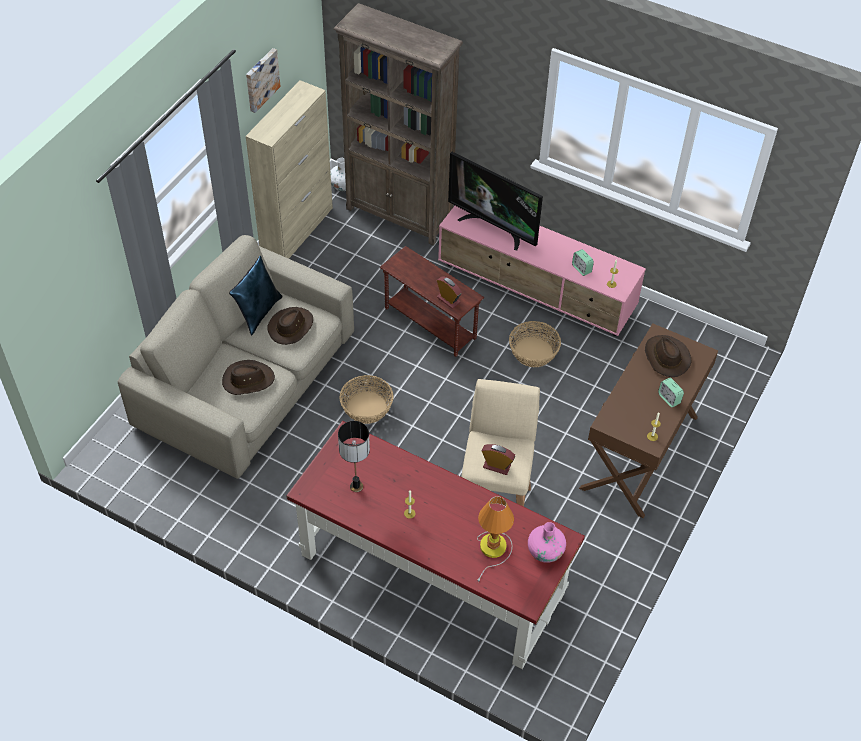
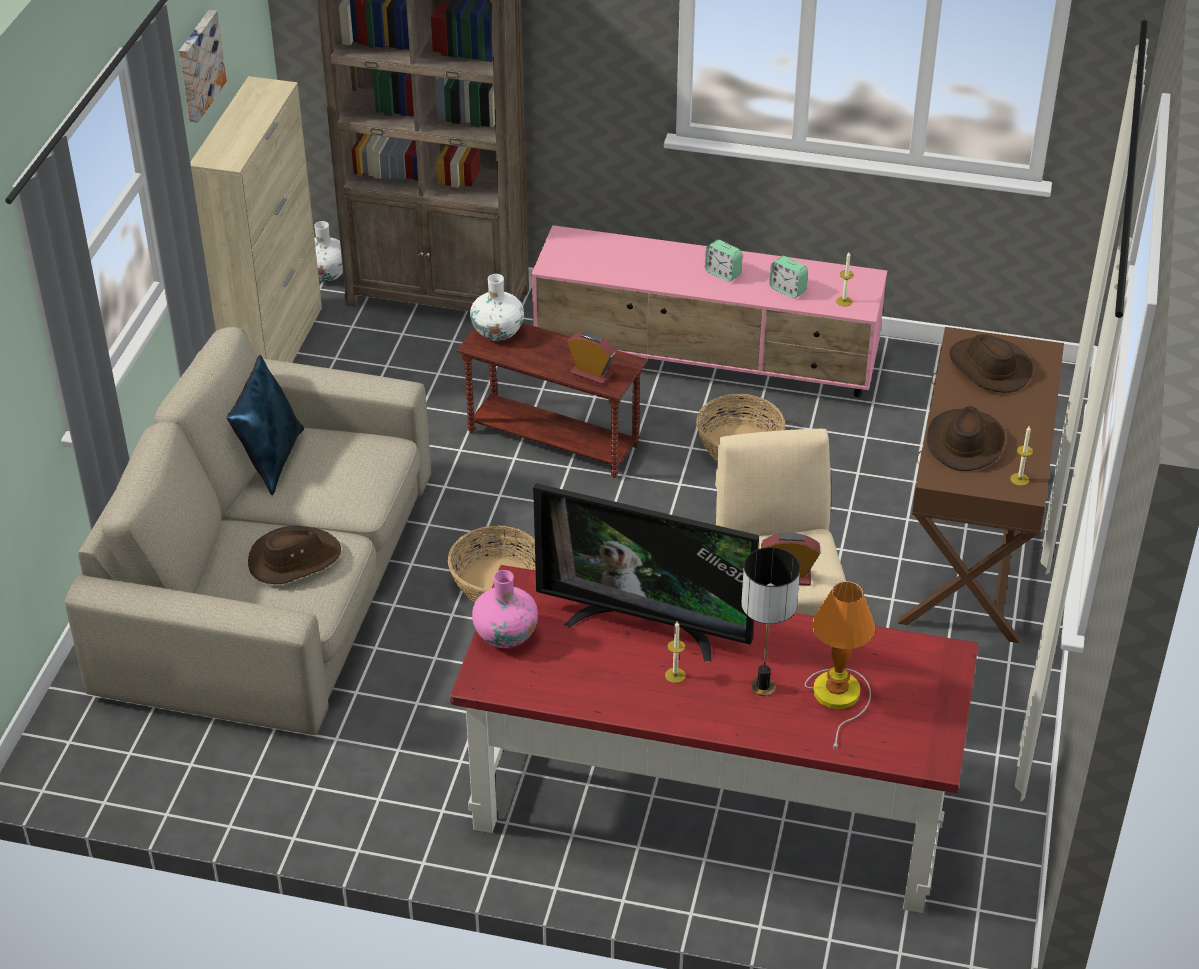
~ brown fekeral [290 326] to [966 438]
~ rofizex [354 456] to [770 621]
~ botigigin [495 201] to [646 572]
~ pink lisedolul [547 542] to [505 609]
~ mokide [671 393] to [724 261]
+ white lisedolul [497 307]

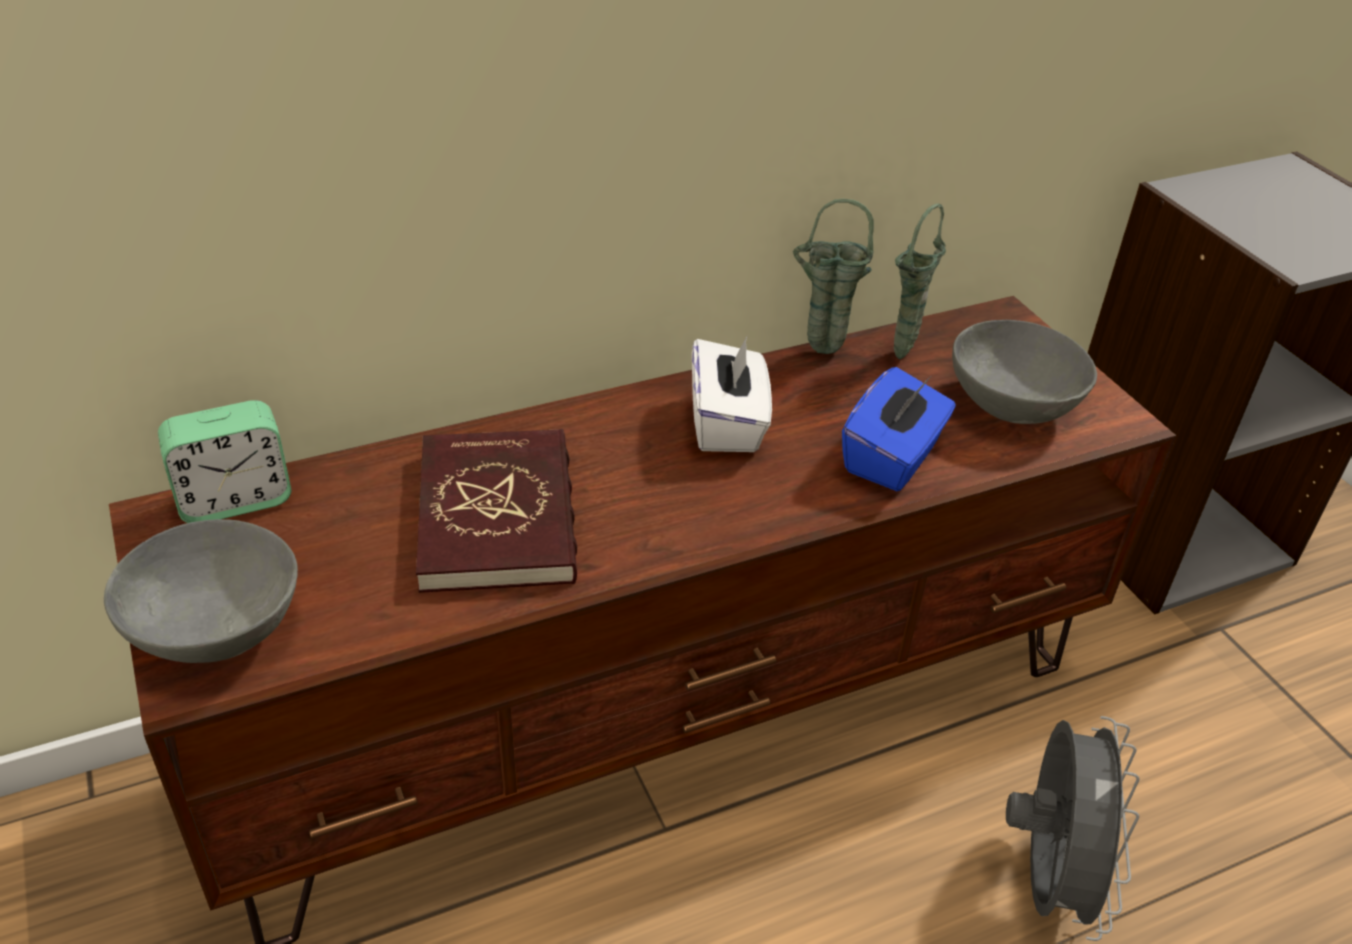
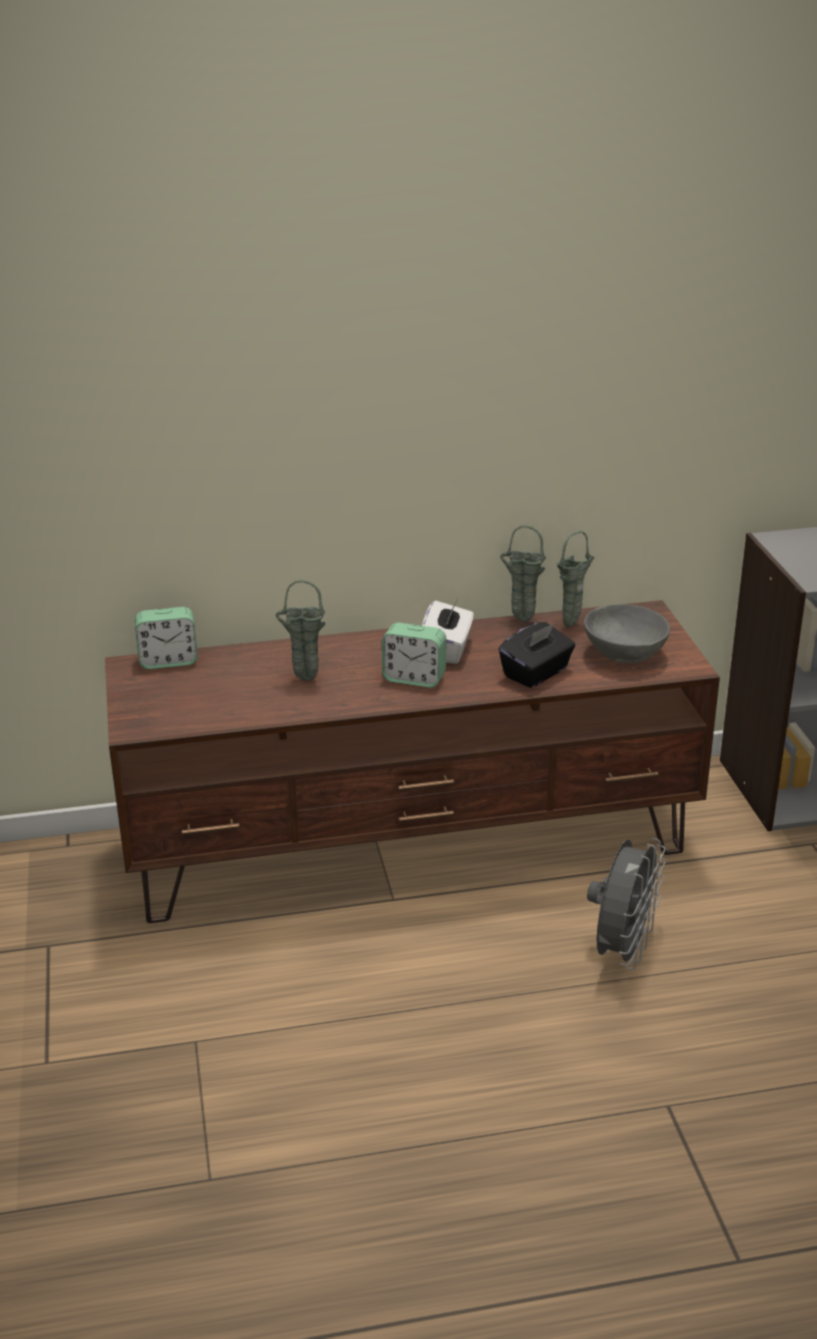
- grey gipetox [201 591]
~ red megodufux [496 511] to green lisedolul [301 630]
~ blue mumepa [899 429] to black mumepa [537 655]
+ mokide [414 655]

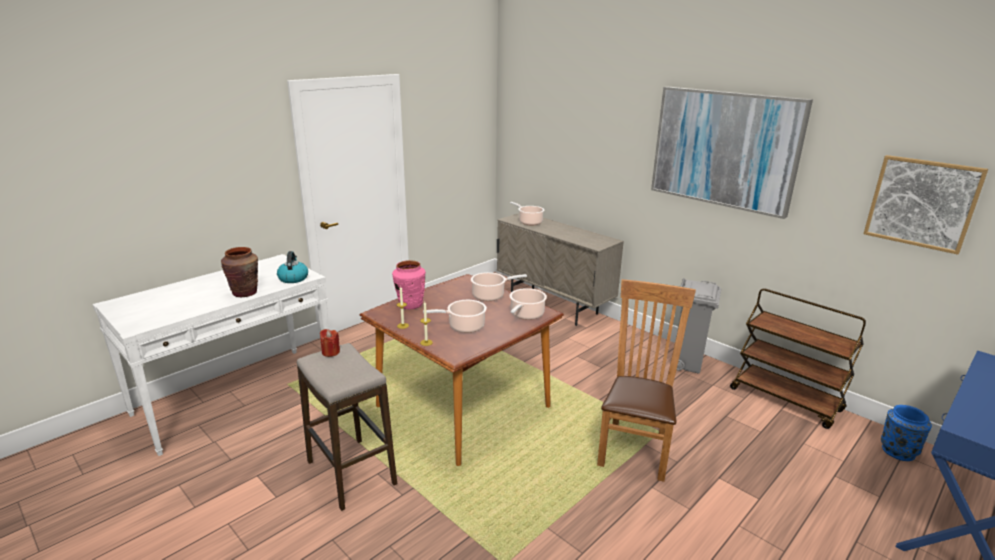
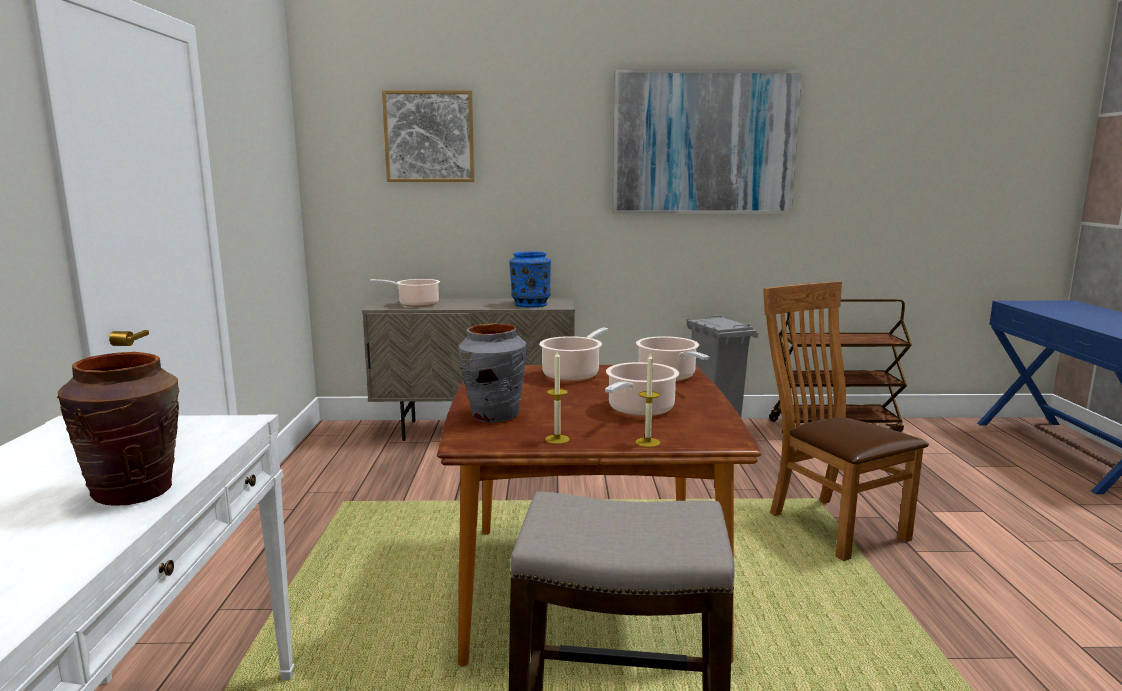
- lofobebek [292 267]
- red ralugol [330 343]
~ pink lisedolul [409 285] to grey lisedolul [492 372]
~ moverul [925 205] to [428 136]
~ blue lisedolul [906 433] to [530 279]

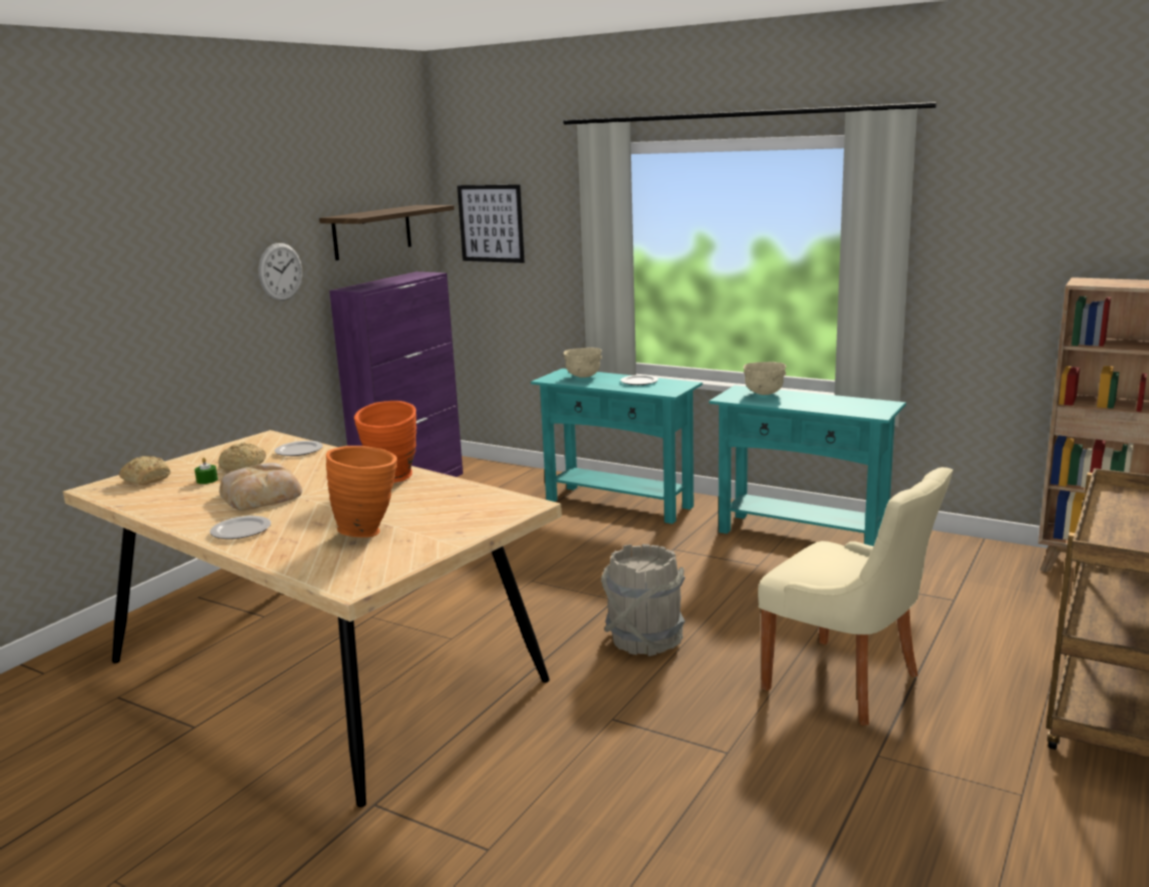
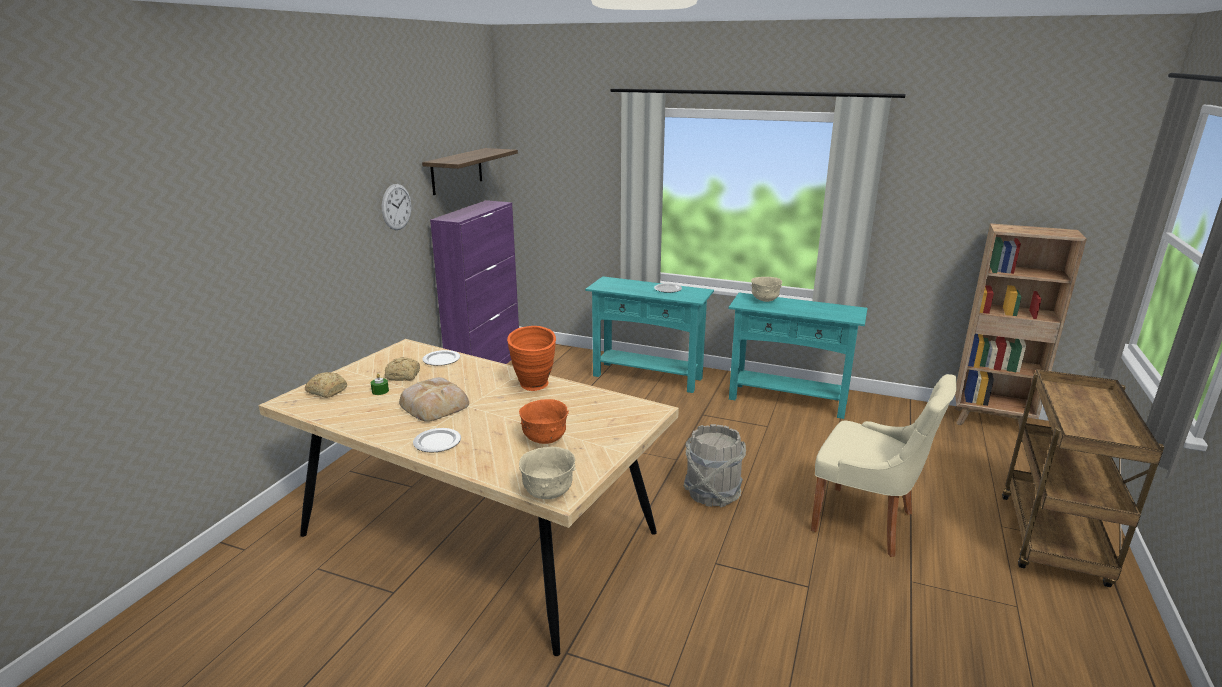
~ orange lisedolul [361 491] to orange gipetox [544 421]
- moverul [491 224]
~ beige gipetox [583 362] to [547 473]

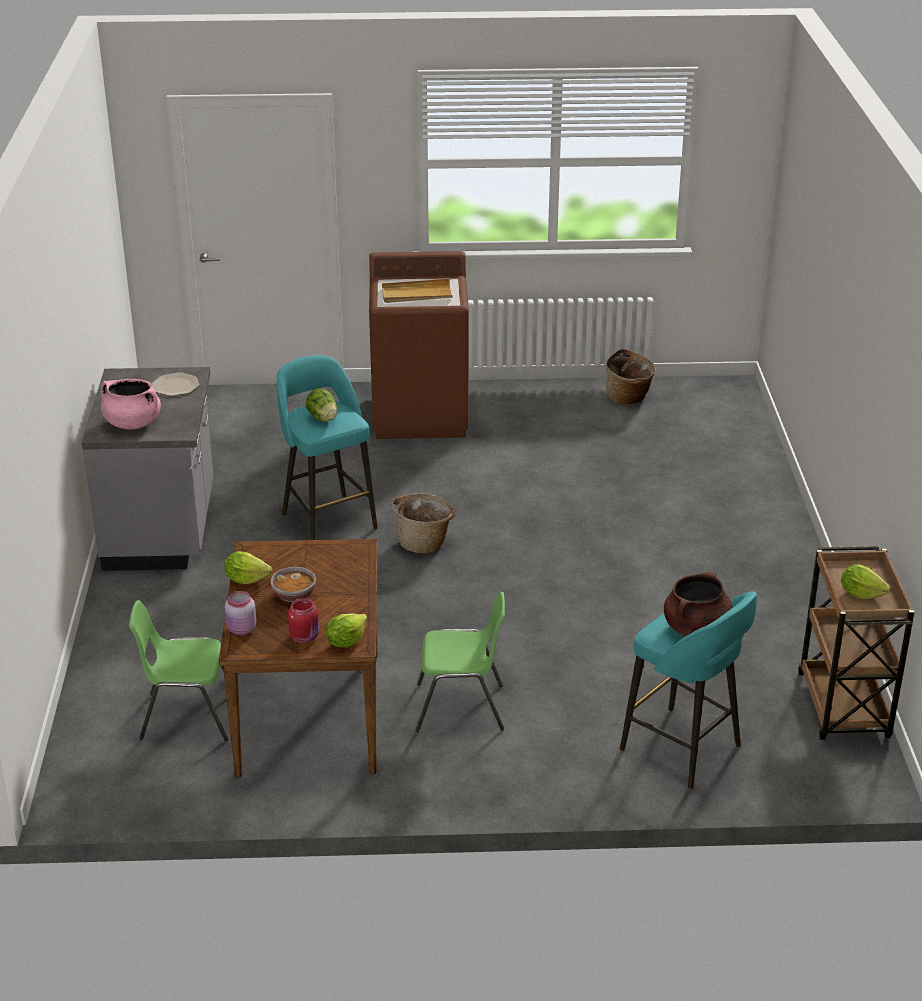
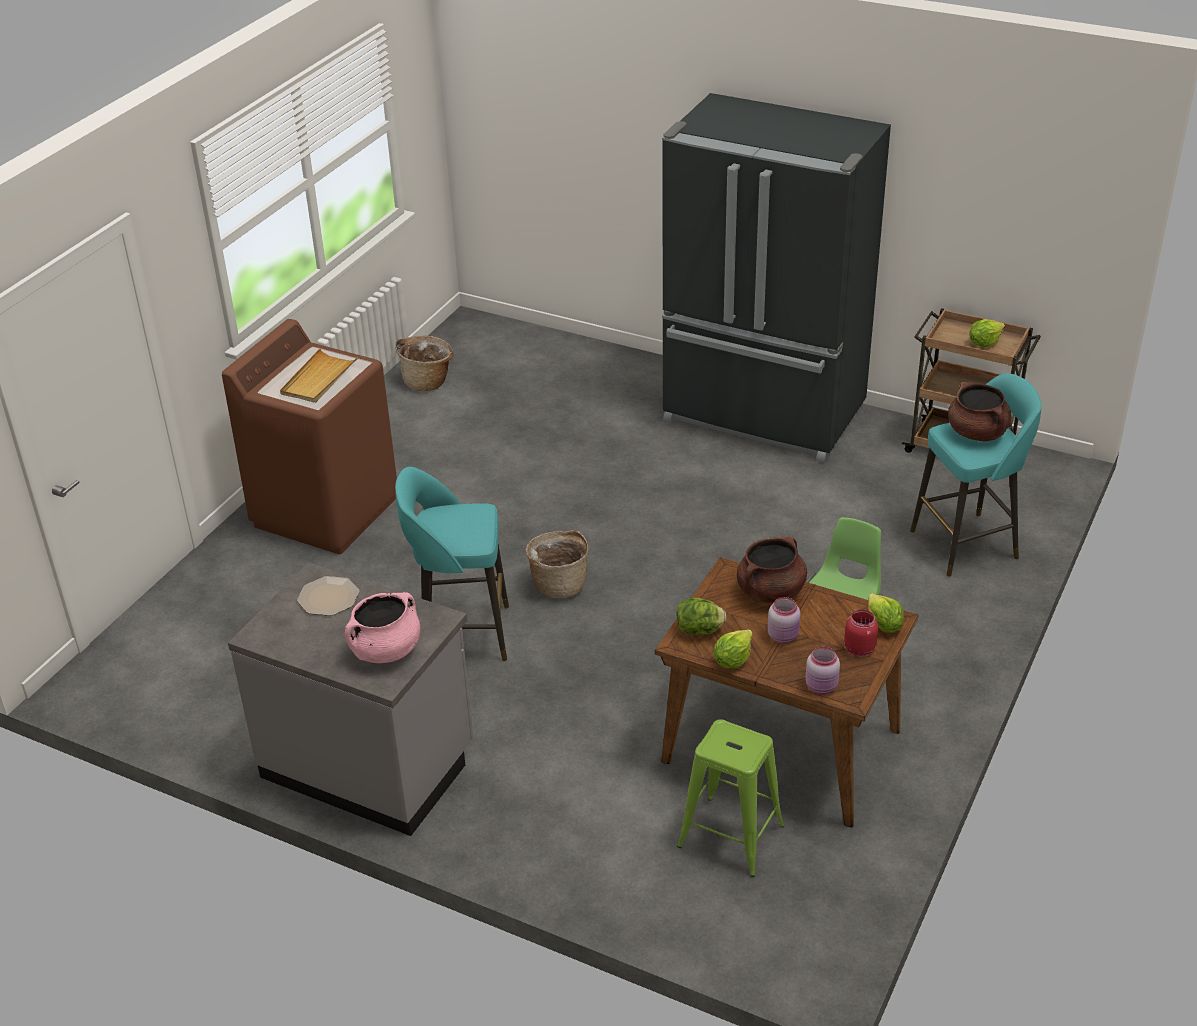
~ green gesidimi [179 670] to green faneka [730 798]
~ gipetox [293 584] to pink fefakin [784 620]
~ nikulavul [321 404] to [701 616]
+ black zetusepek [776 278]
+ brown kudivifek [772 569]

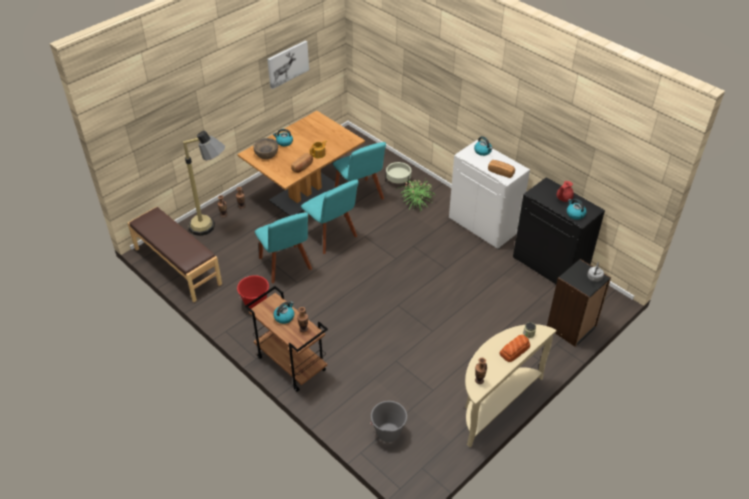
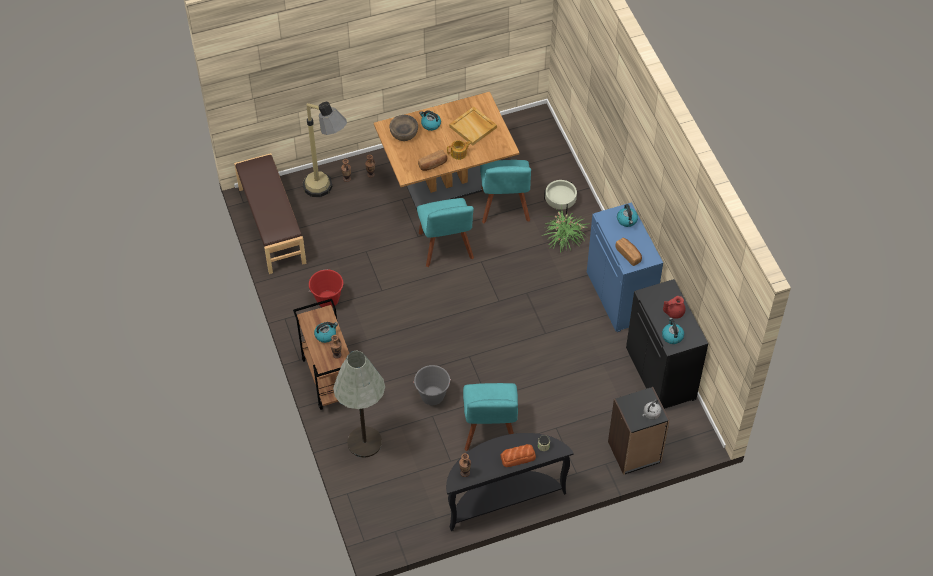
~ turquoise gesidimi [283 247] to [490 417]
- moverul [288 64]
~ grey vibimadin [388 421] to [432 385]
~ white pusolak [489 194] to blue pusolak [625 267]
~ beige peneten [511 385] to black peneten [510 482]
+ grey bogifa [359 404]
+ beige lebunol [473 126]

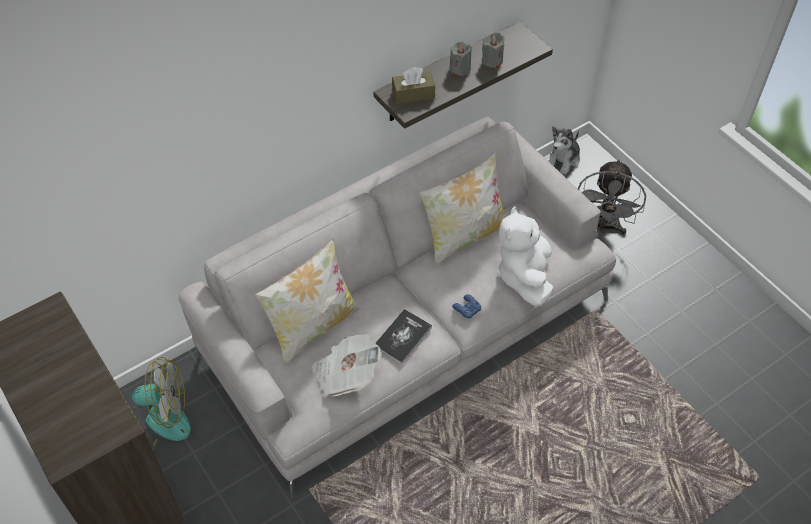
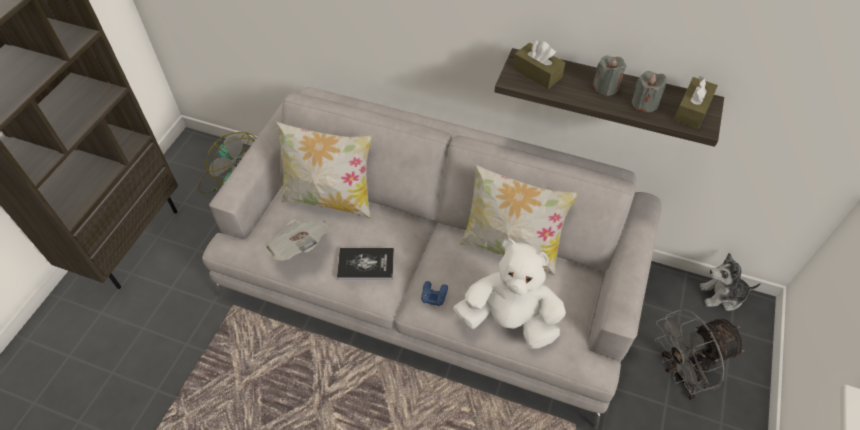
~ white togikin [525 256] = [509 294] 45 degrees clockwise
+ brown mumepa [696 102]

